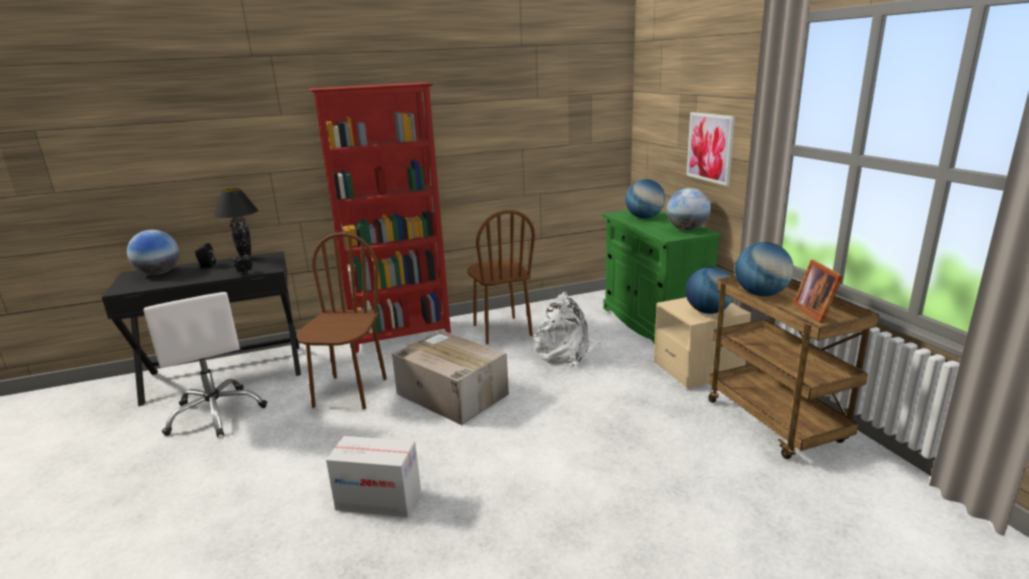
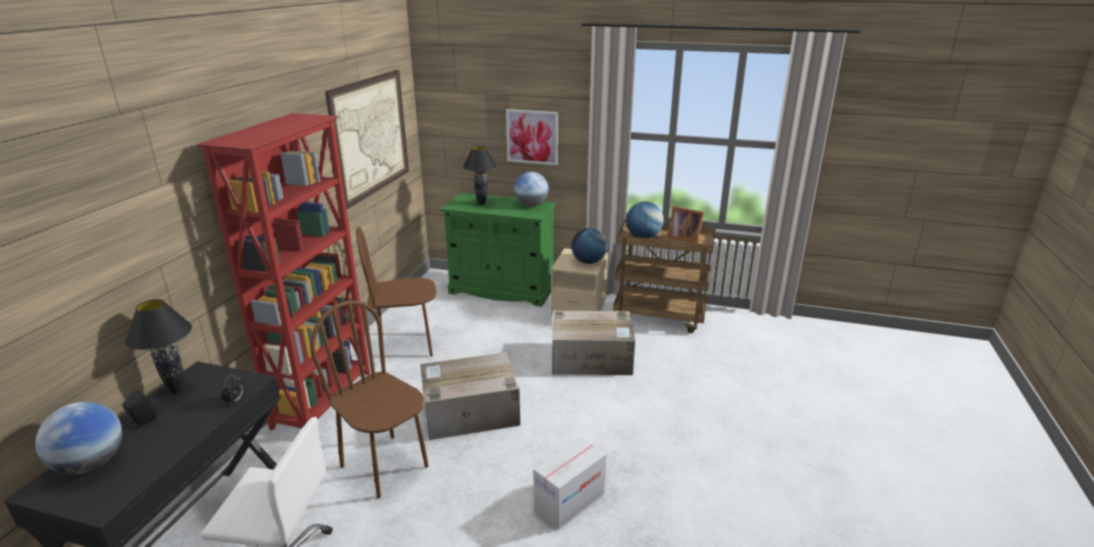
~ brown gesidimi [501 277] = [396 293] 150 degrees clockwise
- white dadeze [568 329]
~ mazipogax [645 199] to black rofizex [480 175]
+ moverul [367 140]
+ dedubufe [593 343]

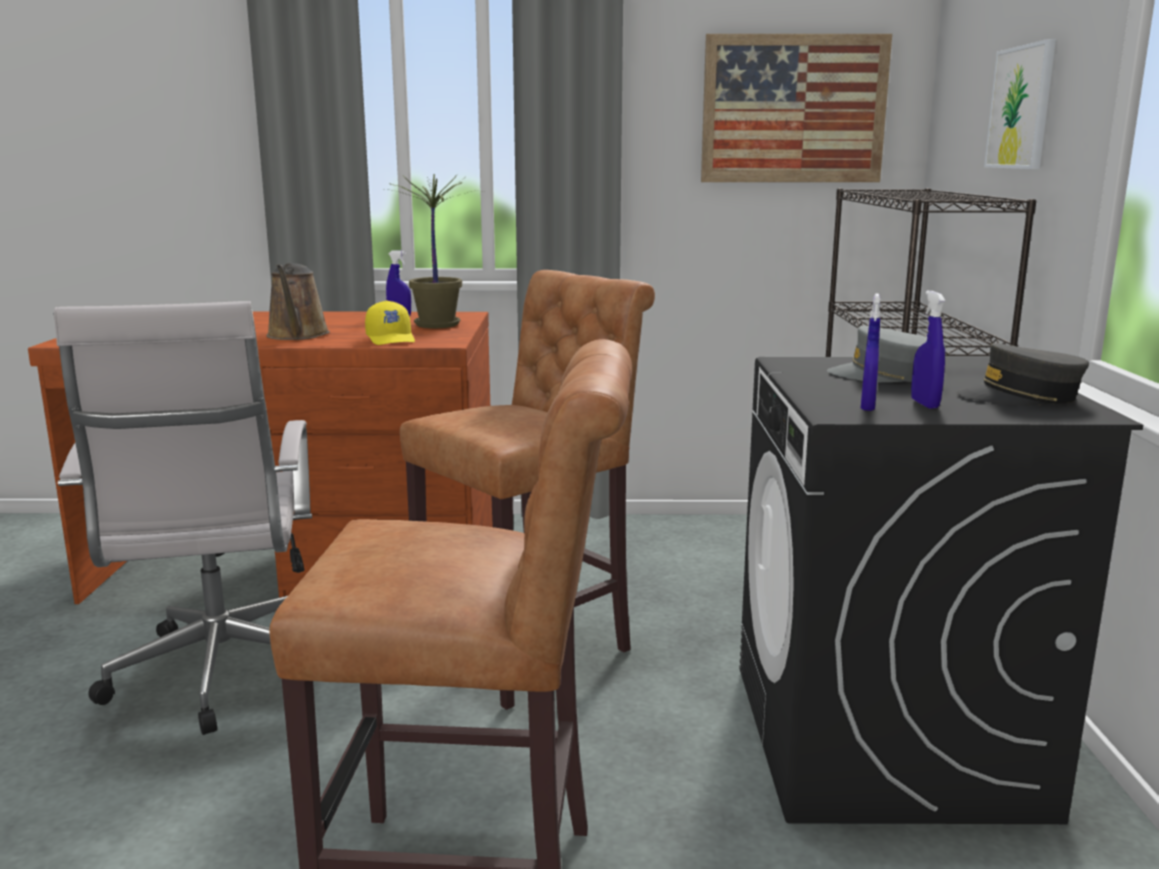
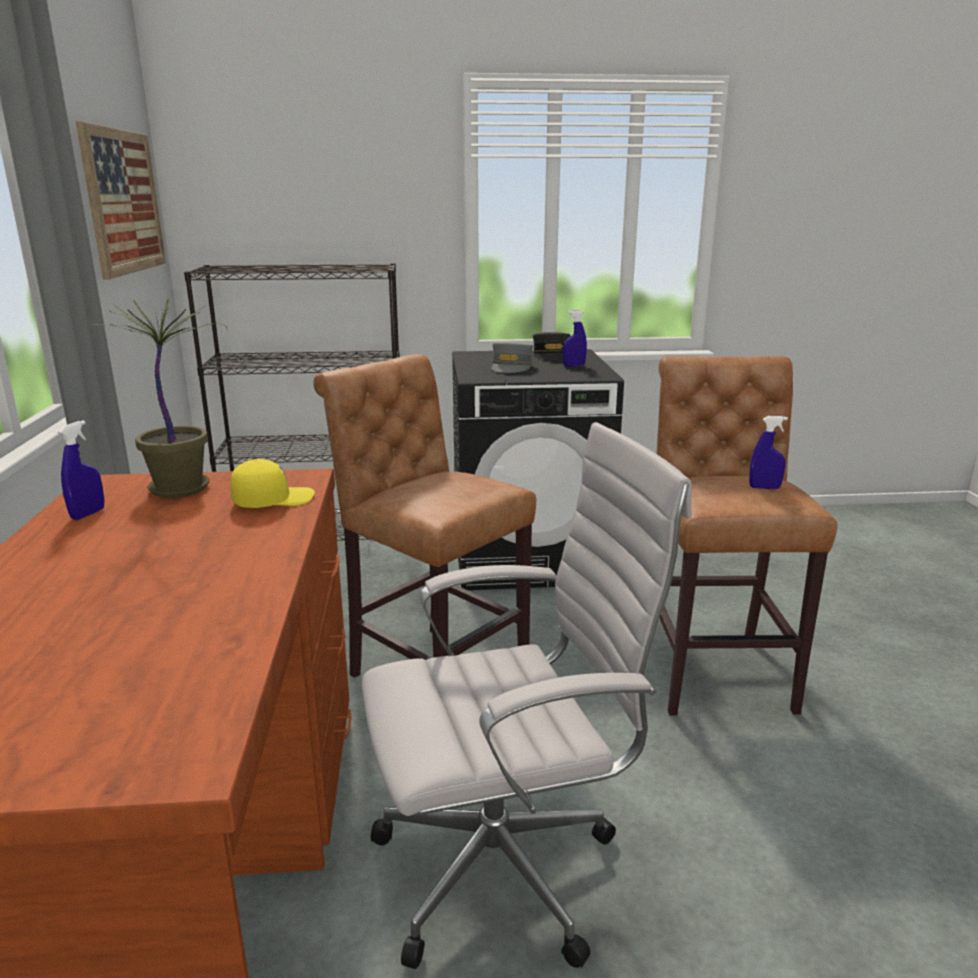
- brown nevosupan [298 301]
~ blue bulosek [871 352] to [768 452]
- moverul [1020 104]

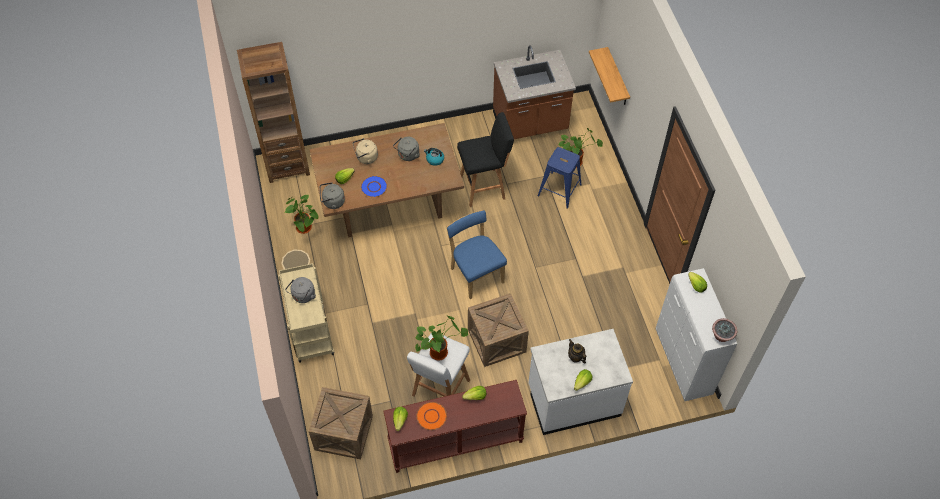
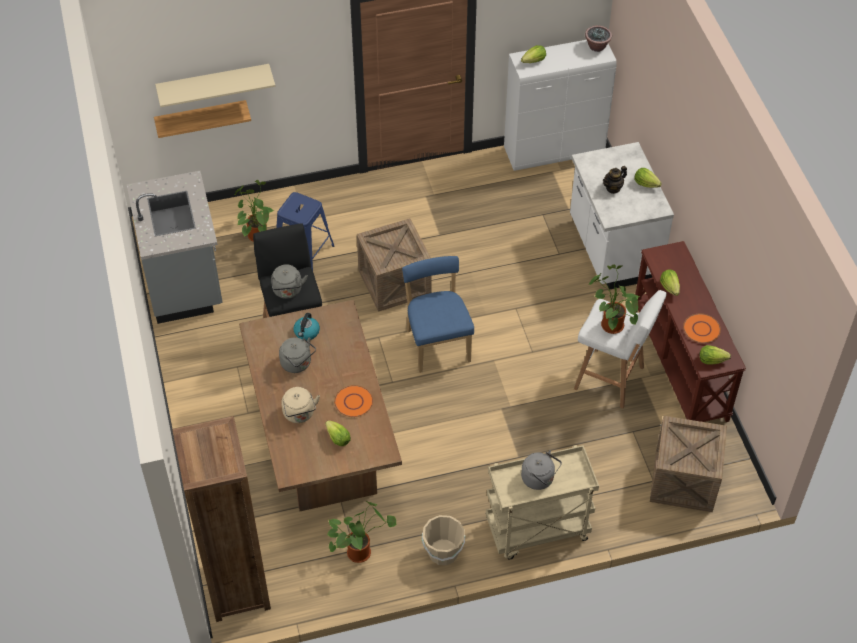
~ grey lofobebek [332 195] to [289 281]
~ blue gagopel [374 186] to orange gagopel [353 401]
~ blue gesidimi [476 254] = [438 314] 105 degrees clockwise
~ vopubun [498 330] to [394 265]
~ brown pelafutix [534 92] to grey pelafutix [175 247]
+ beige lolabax [215 85]

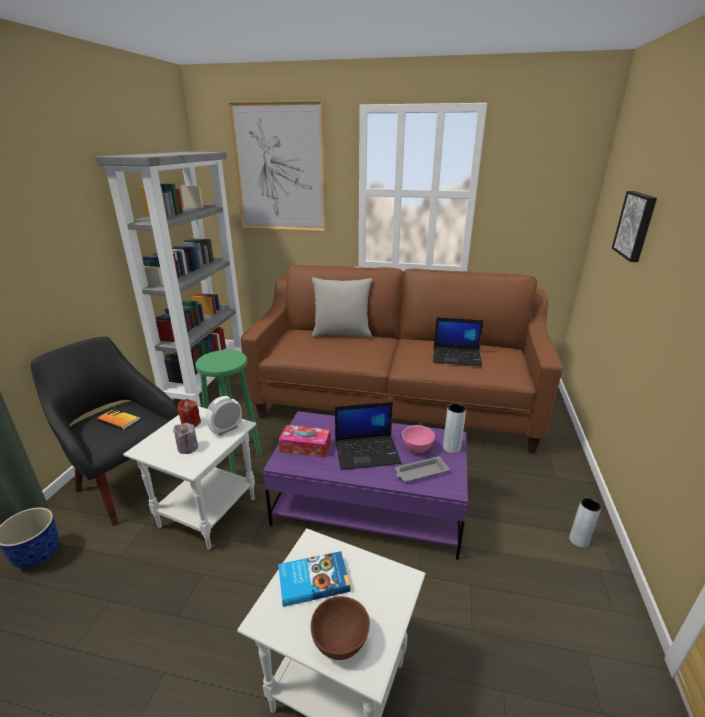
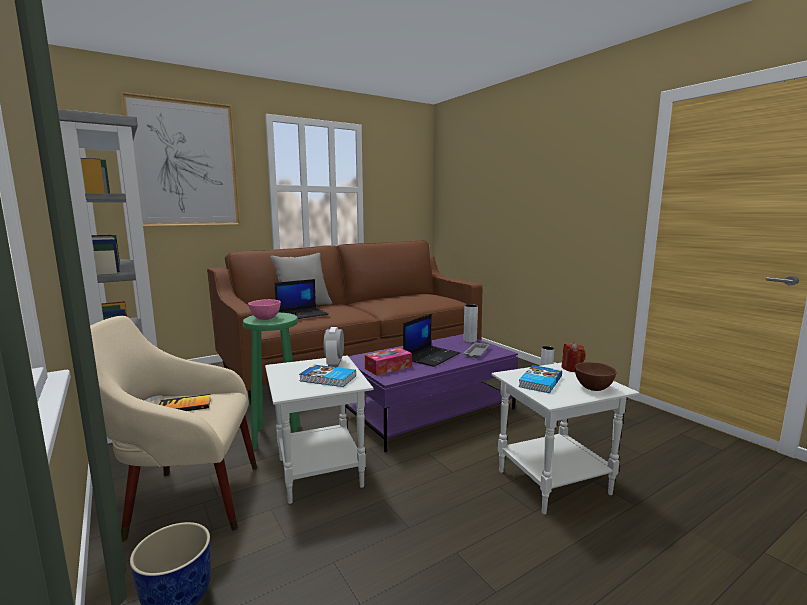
~ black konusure [104 431] to beige konusure [173 429]
~ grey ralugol [185 438] to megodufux [327 376]
~ red ralugol [189 413] to [573 357]
~ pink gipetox [418 439] to [264 309]
~ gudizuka [458 342] to [302 299]
- moverul [634 226]

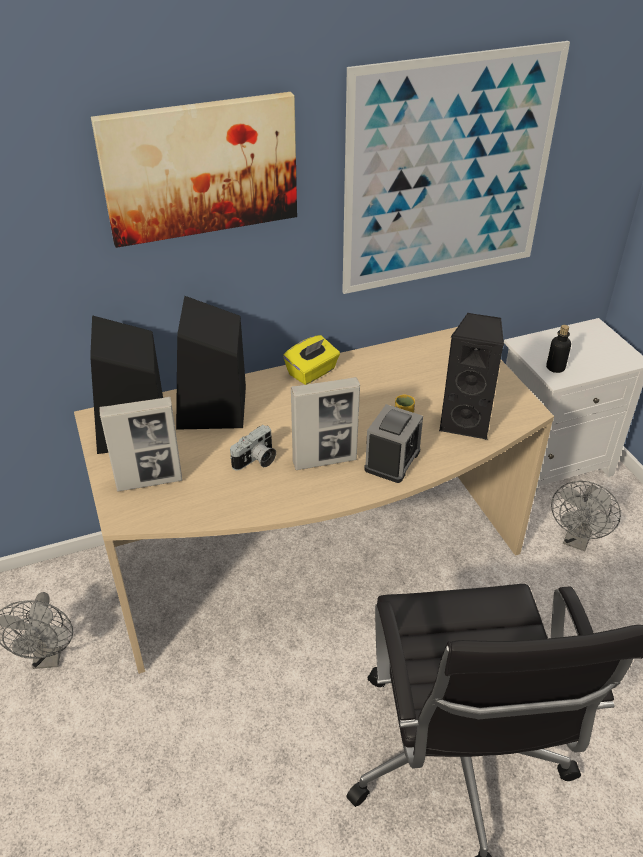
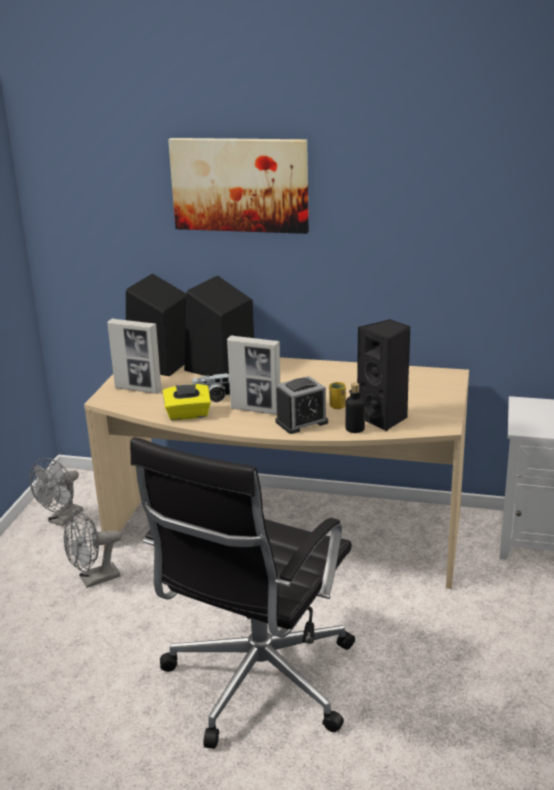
~ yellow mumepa [311 360] to [186 402]
- moverul [456 167]
~ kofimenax [558 349] to [355 408]
~ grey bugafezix [586 516] to [92 549]

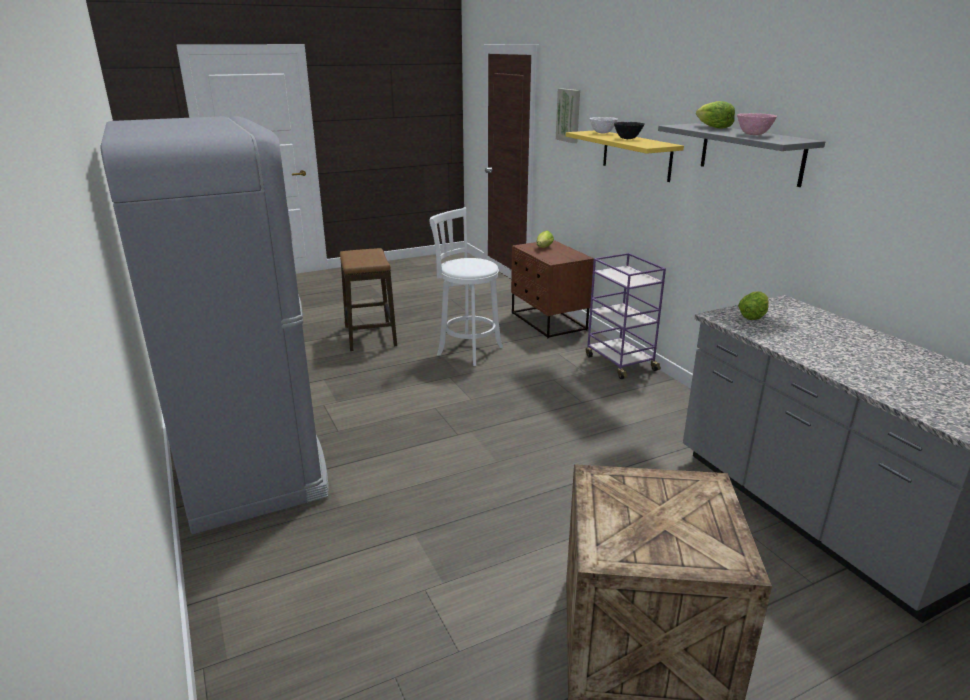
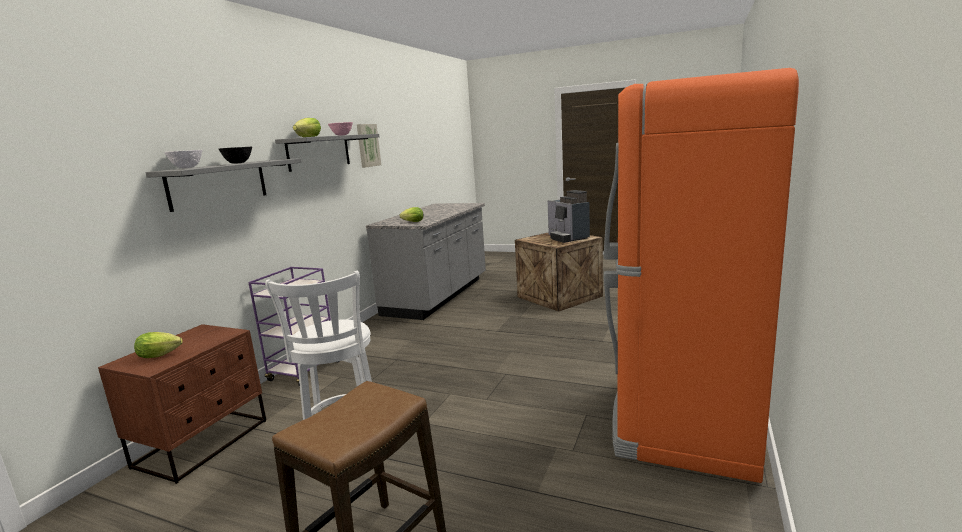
~ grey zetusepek [214 325] to orange zetusepek [701 275]
~ moverul [568 115] to [369 146]
~ yellow lolabax [625 156] to grey lolabax [223 185]
+ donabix [568 216]

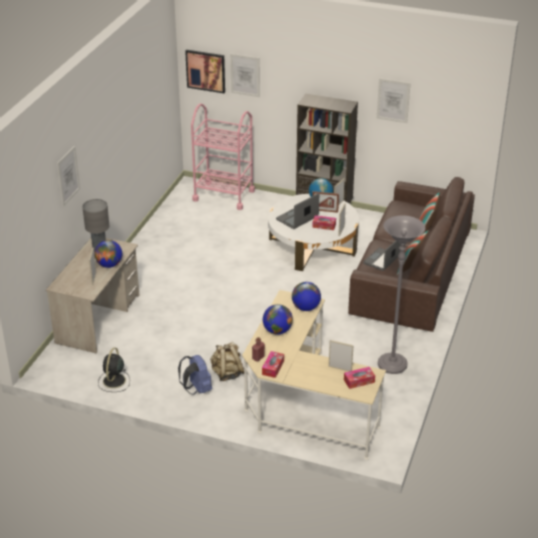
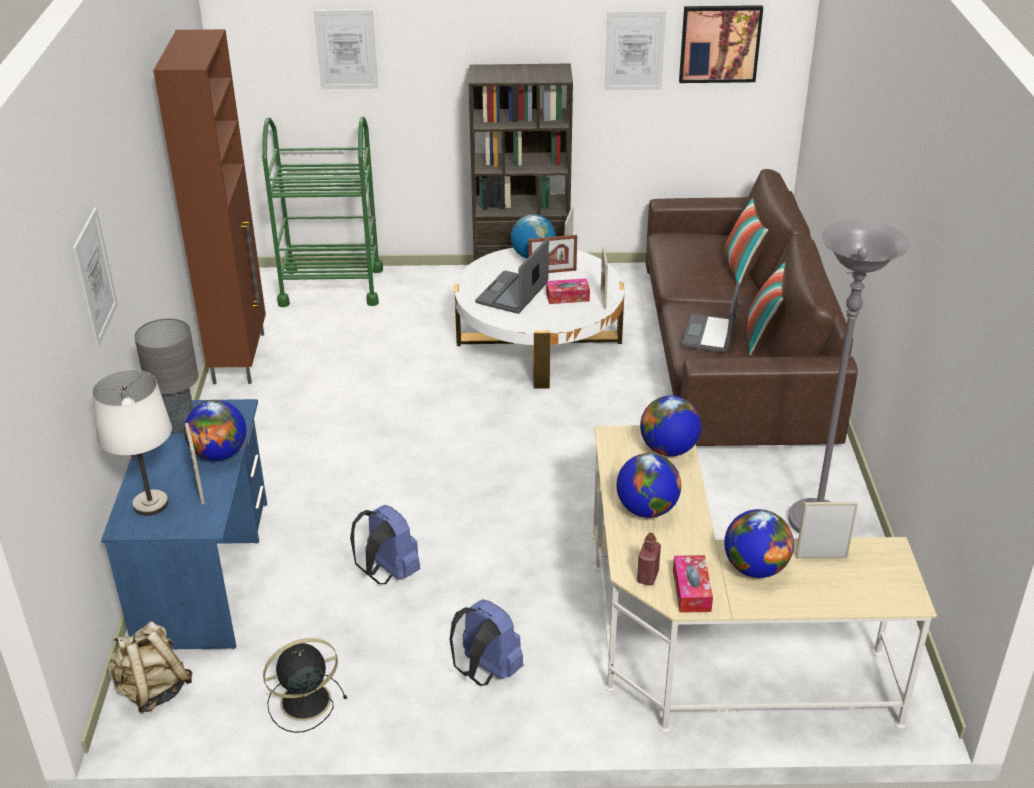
~ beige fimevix [93 295] to blue fimevix [184 524]
~ black bugafezix [114 370] = [305 685] 75 degrees clockwise
~ moverul [205 71] to [721 44]
~ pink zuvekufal [223 157] to green zuvekufal [322 211]
~ beige dadeze [227 361] to [150 667]
- mumepa [359 378]
+ white rofizex [132 443]
+ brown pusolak [209 206]
+ blue dadeze [385 544]
+ mazipogax [759 543]

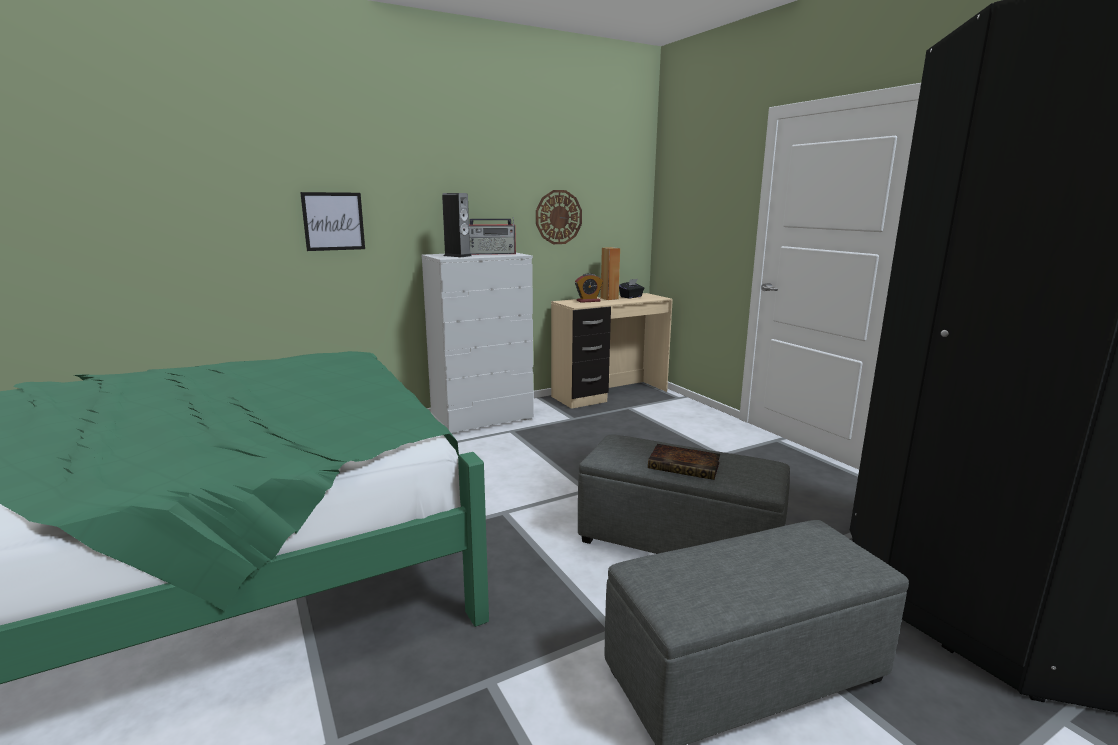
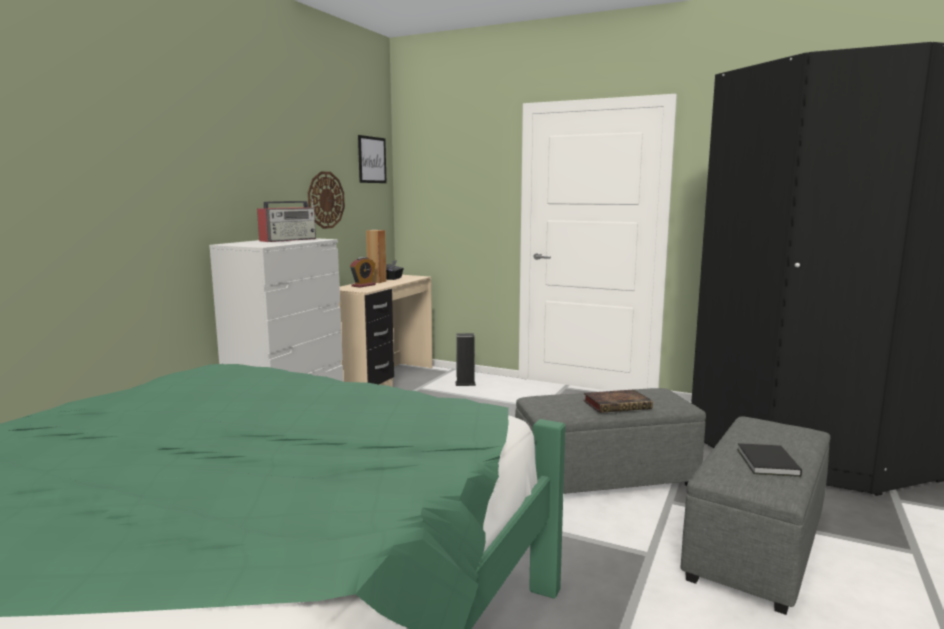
~ moverul [332 221] to [372 159]
~ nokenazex [457 225] to [465 359]
+ black megodufux [769 460]

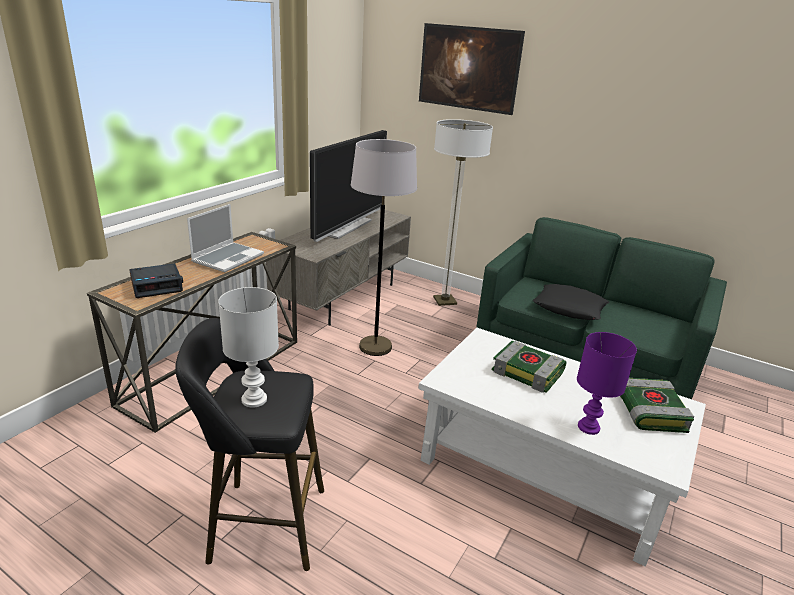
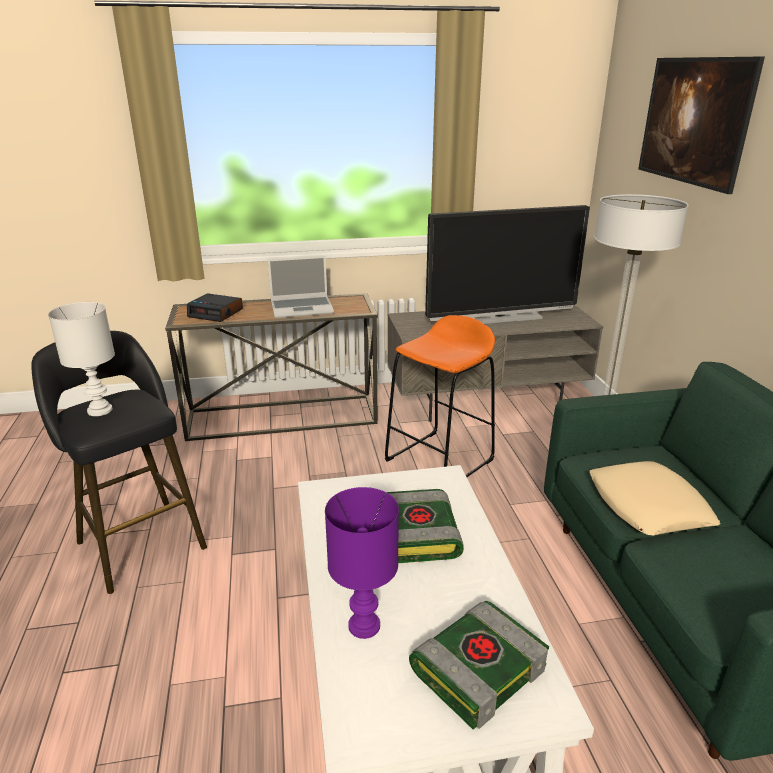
~ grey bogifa [384 247] to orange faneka [440 396]
~ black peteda [571 302] to beige peteda [655 498]

